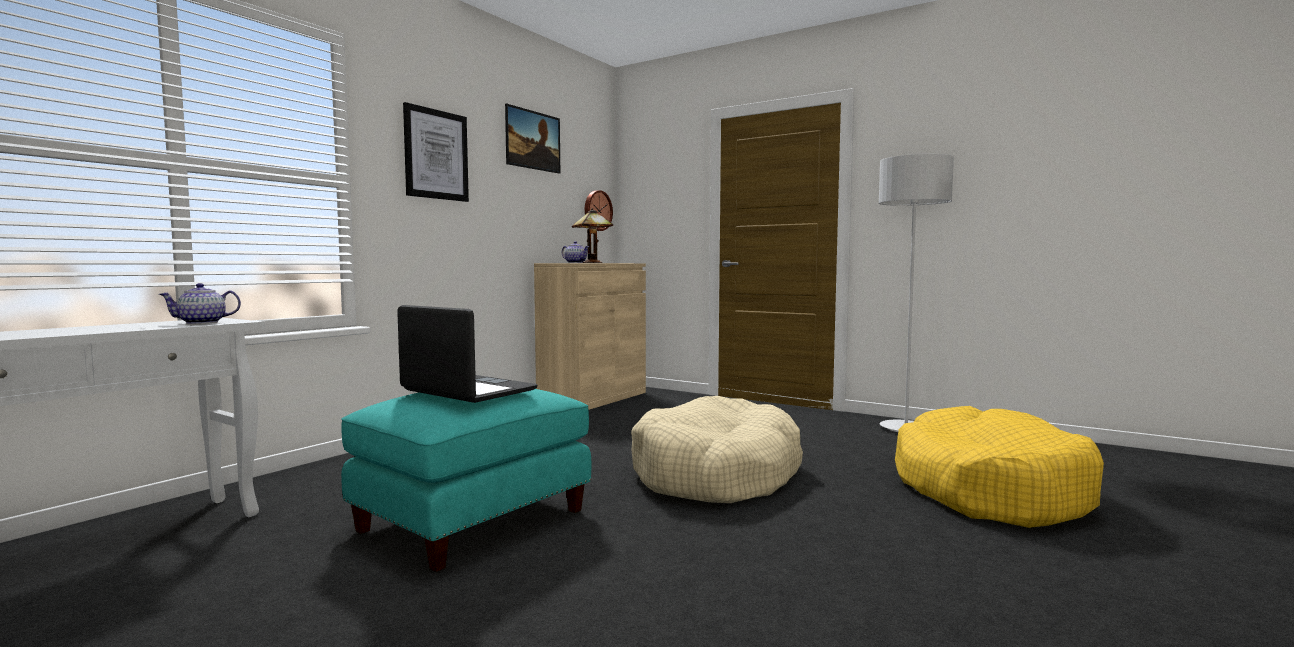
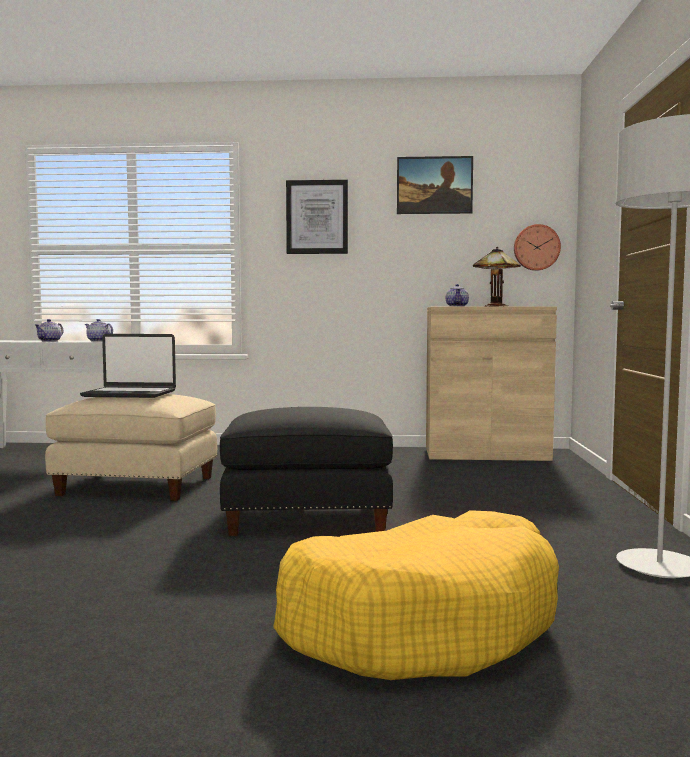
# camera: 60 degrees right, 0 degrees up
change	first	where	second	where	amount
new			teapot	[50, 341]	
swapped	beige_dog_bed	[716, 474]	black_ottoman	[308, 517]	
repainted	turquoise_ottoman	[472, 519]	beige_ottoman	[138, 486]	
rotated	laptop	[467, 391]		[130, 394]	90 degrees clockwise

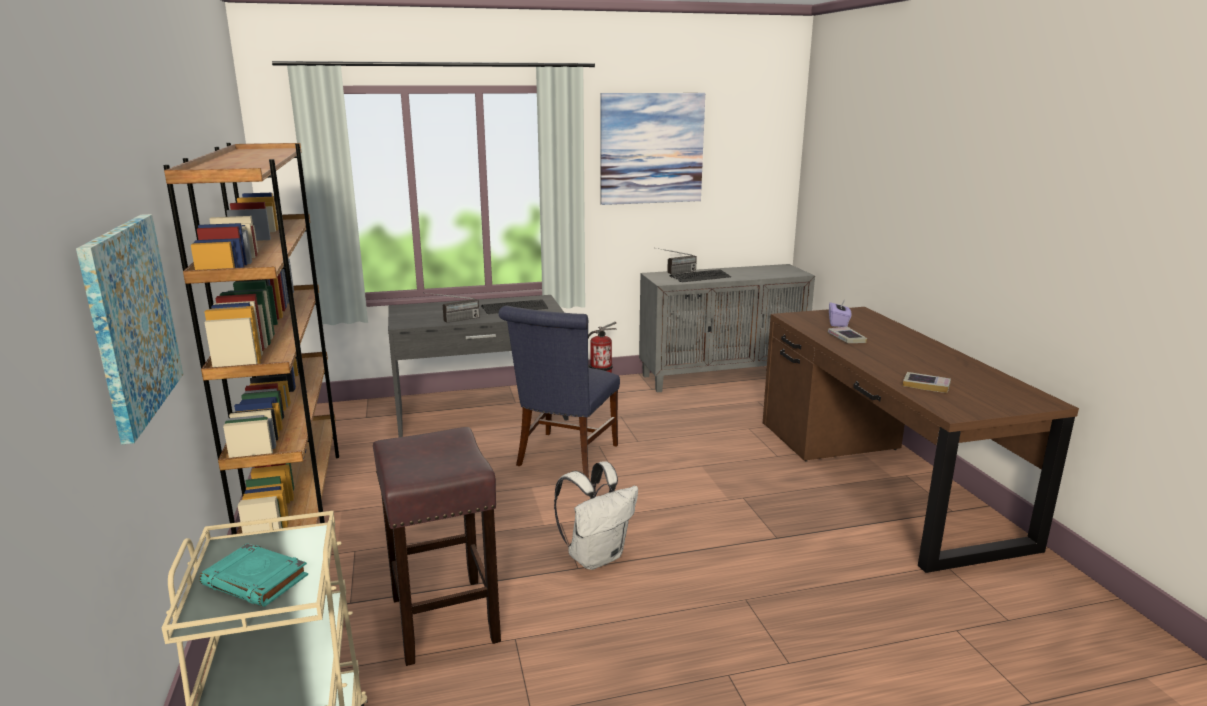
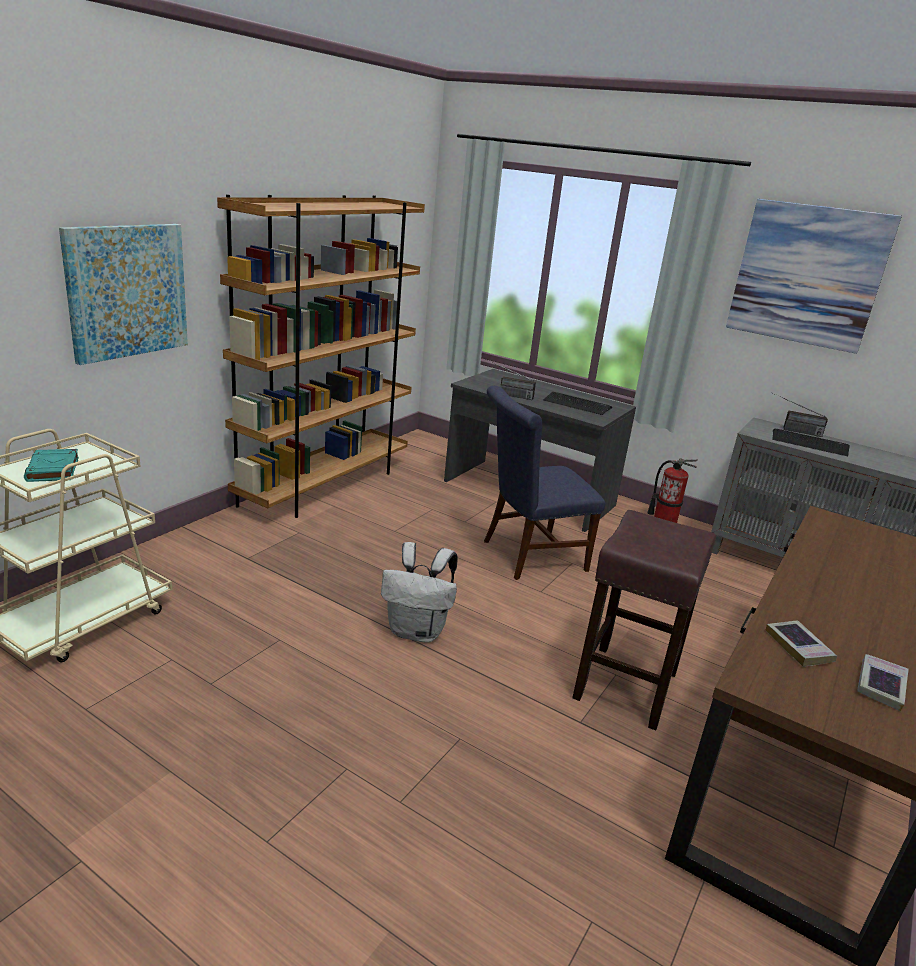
# camera: 45 degrees right, 5 degrees up
change	first	where	second	where	amount
gone	purple_tissue_box	[838, 323]			
shifted	brown_stool	[443, 618]		[626, 684]	
shifted	book	[846, 338]		[880, 685]	

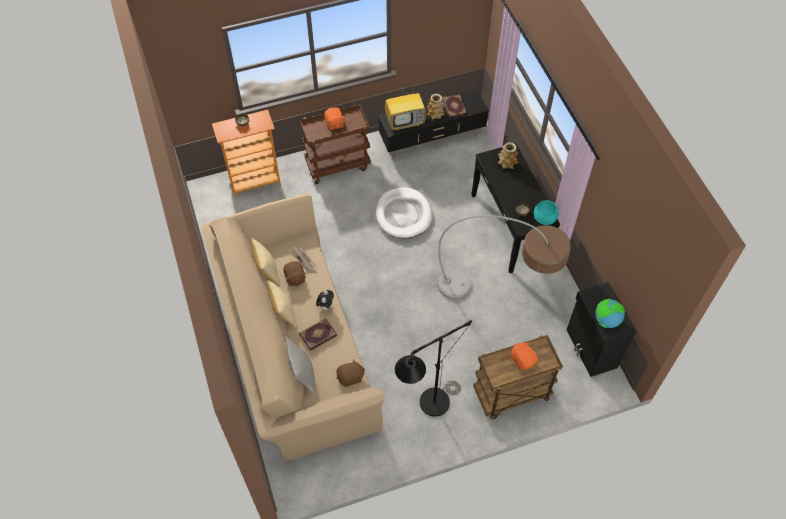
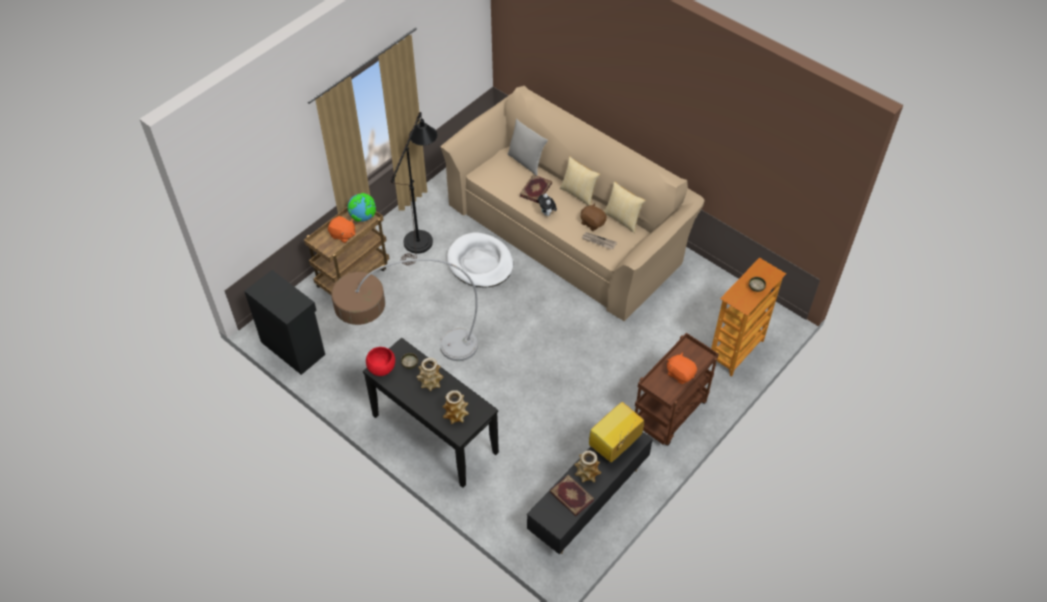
# camera: 150 degrees right, 5 degrees down
change	first	where	second	where	amount
gone	brown_plush_toy	[350, 377]			
new			vase	[430, 382]	
shifted	white_dog_bed	[403, 215]		[480, 263]	
shifted	globe	[606, 320]		[363, 217]	
repainted	turquoise_bowl	[544, 218]	red_bowl	[382, 369]	

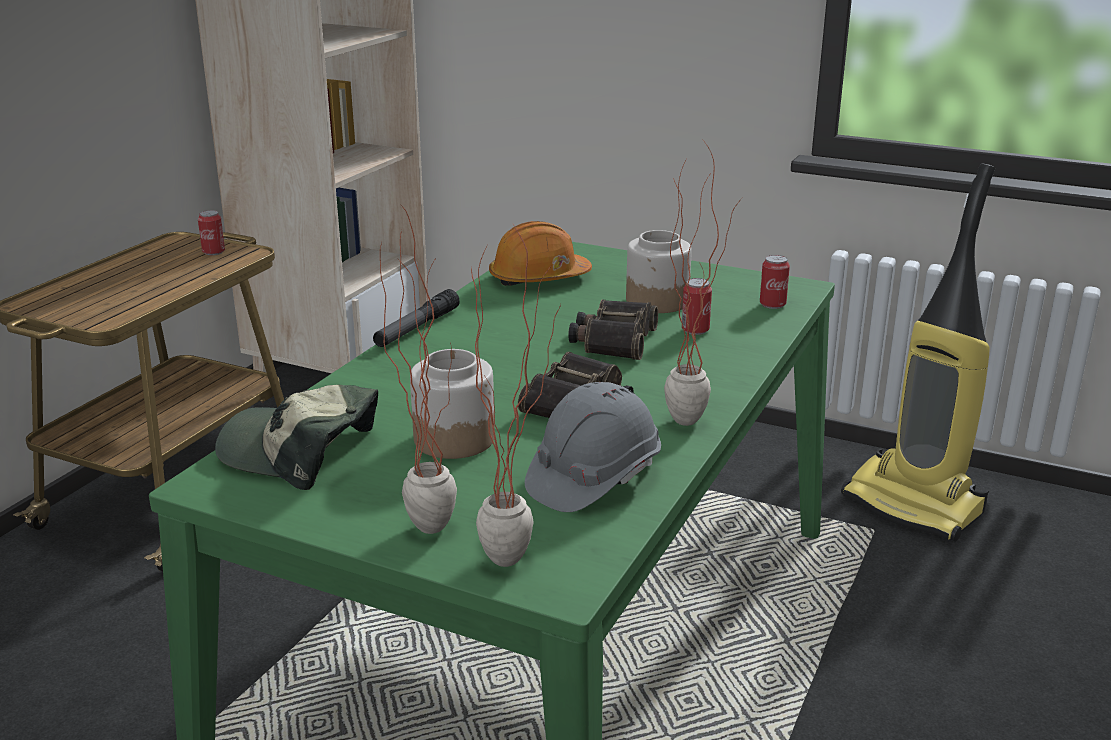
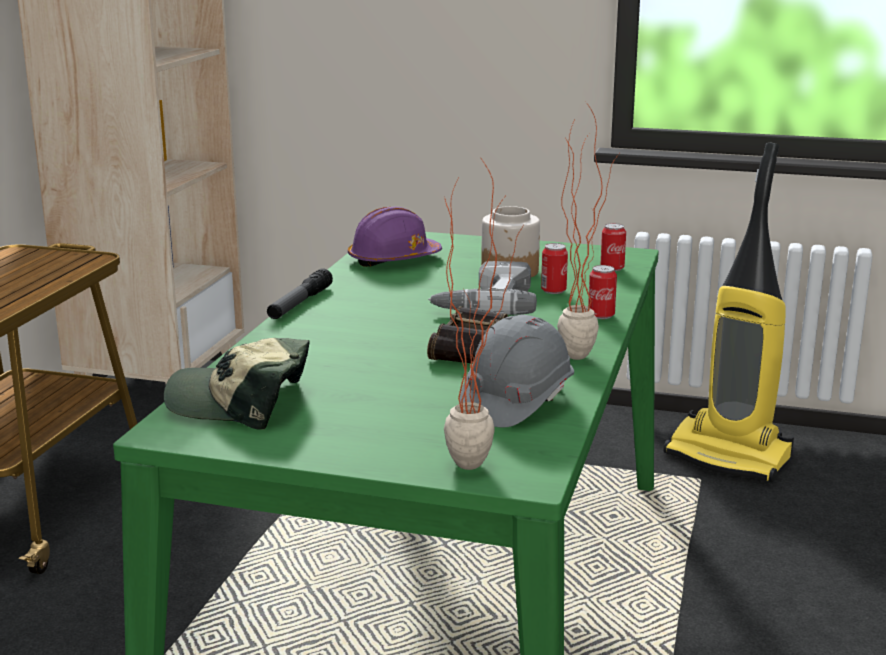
# camera: 10 degrees left, 5 degrees down
change	first	where	second	where	amount
gone	potted_plant	[428, 519]			
gone	jar	[454, 439]			
shifted	can	[213, 252]		[601, 315]	
swapped	binoculars	[613, 340]	power_drill	[484, 302]	
repainted	orange_hard_hat	[538, 278]	purple_hard_hat	[393, 260]	

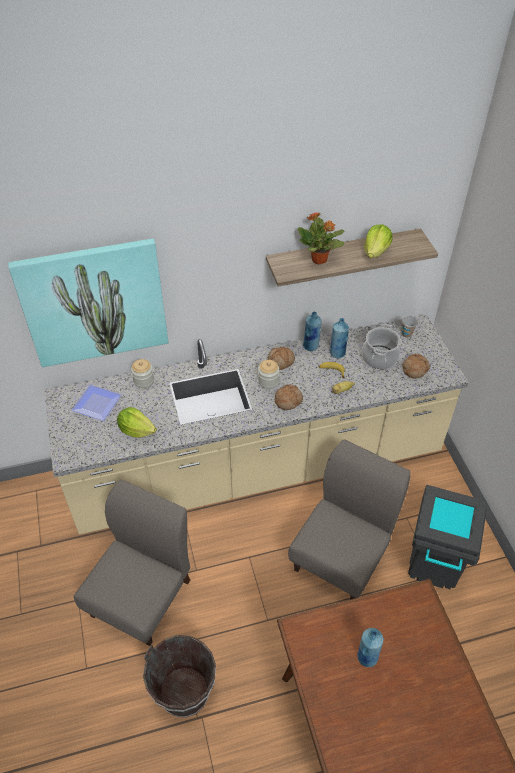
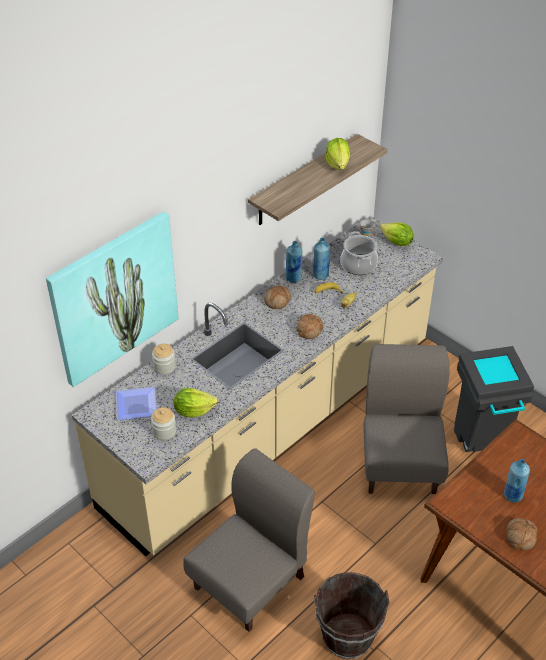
# camera: 30 degrees left, 5 degrees down
change	first	where	second	where	amount
gone	potted_plant	[319, 260]			
new			lettuce	[396, 242]	
shifted	jar	[268, 381]		[164, 431]	
shifted	bread	[414, 369]		[520, 537]	
rotated	grey_chair	[142, 597]		[250, 582]	45 degrees clockwise

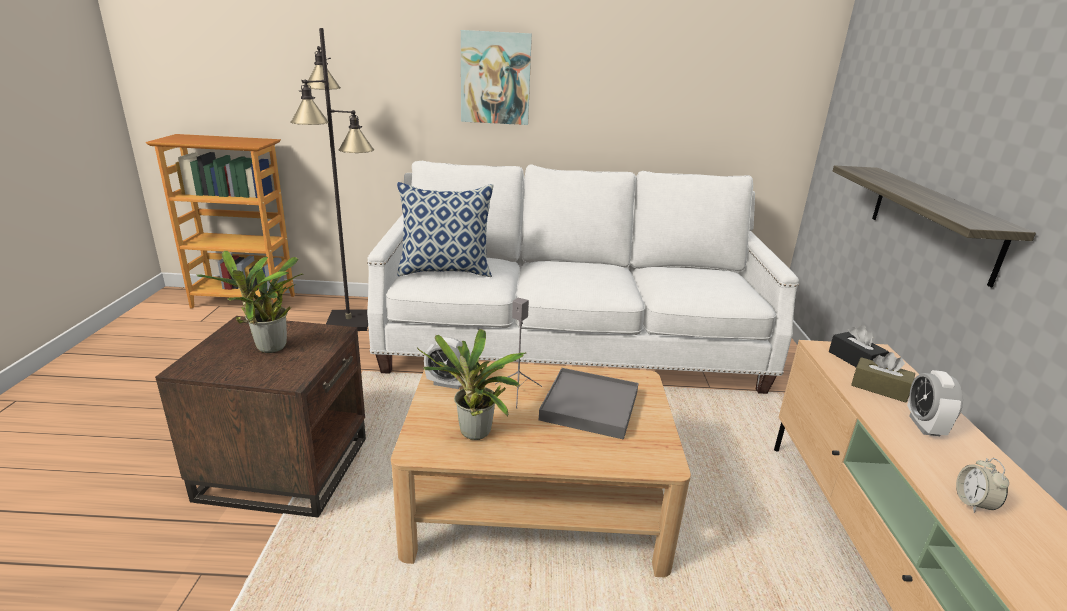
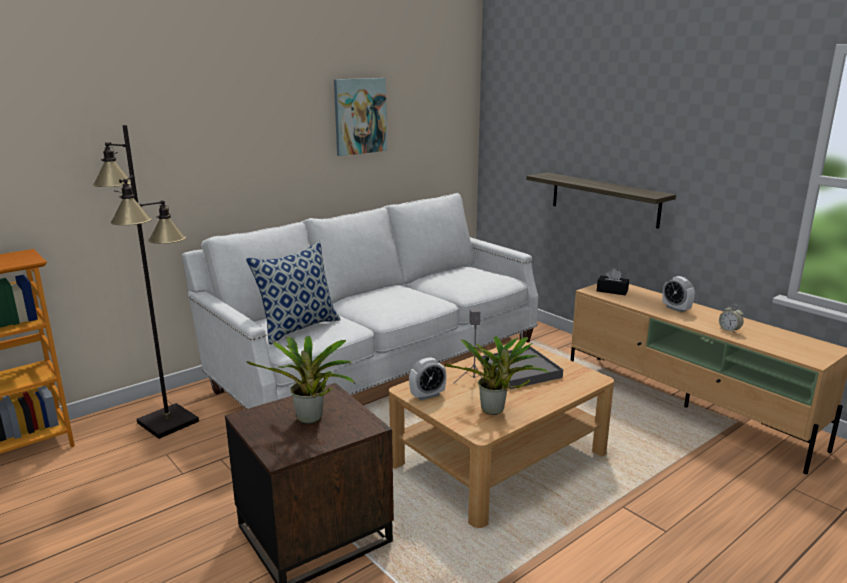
# camera: 40 degrees left, 5 degrees down
change	first	where	second	where	amount
gone	brown_tissue_box	[879, 388]			
shifted	picture	[495, 78]		[360, 116]	

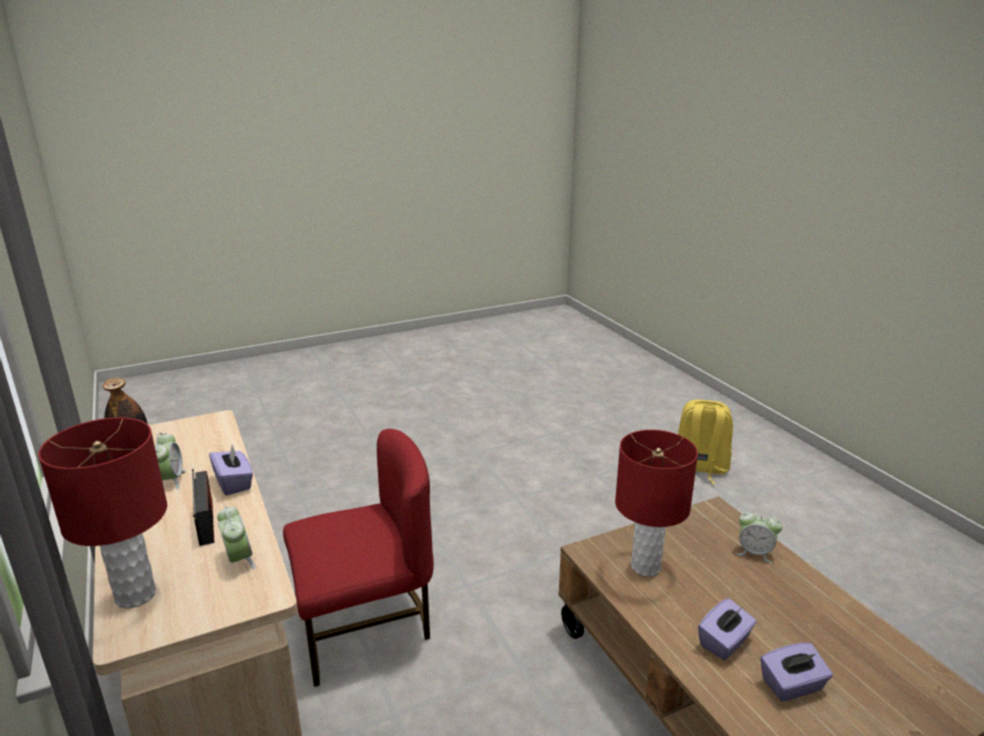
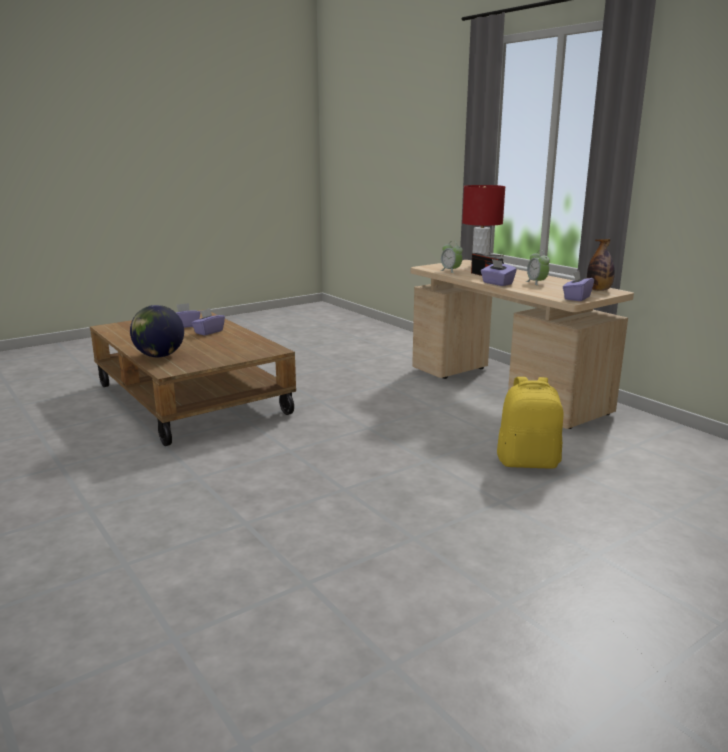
# camera: 170 degrees right, 5 degrees down
change	first	where	second	where	amount
gone	red_chair	[365, 627]			
gone	red_table_lamp	[646, 566]			
new			purple_tissue_box	[576, 298]	
shifted	yellow_backpack	[699, 468]		[528, 462]	
swapped	alarm_clock	[754, 553]	globe	[159, 356]	

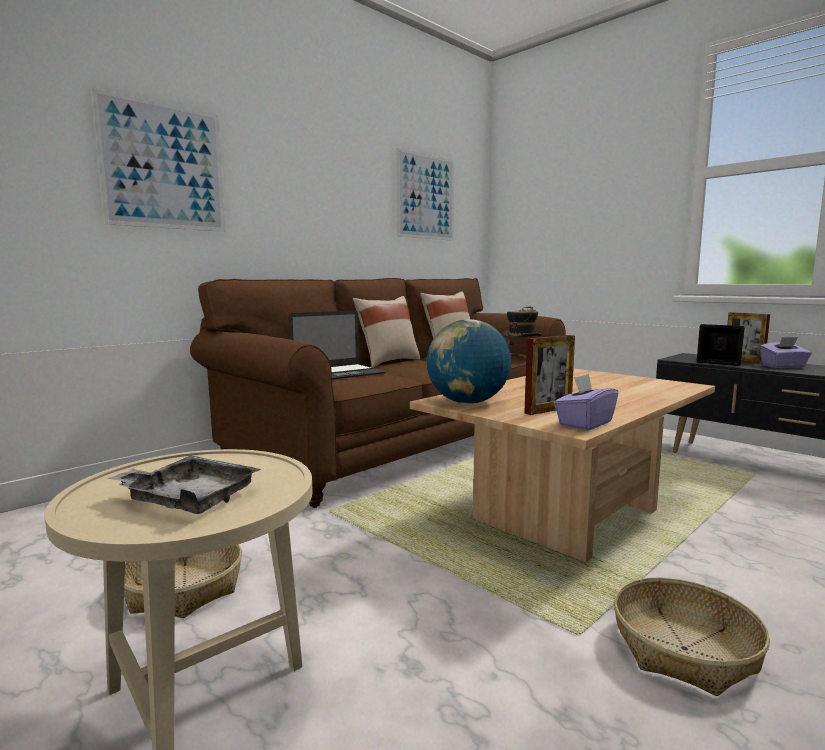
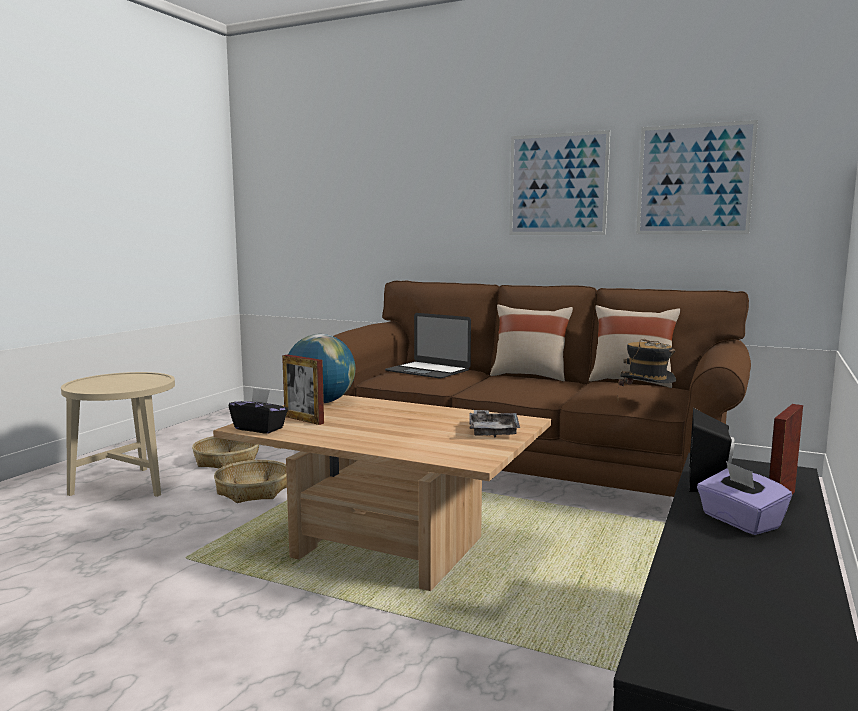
# camera: 70 degrees right, 0 degrees up
change	first	where	second	where	amount
shifted	picture	[163, 166]		[558, 184]	
shifted	grey_tray	[189, 498]		[493, 431]	
shifted	basket	[683, 648]		[253, 490]	
repainted	purple_tissue_box	[584, 424]	black_tissue_box	[259, 428]	

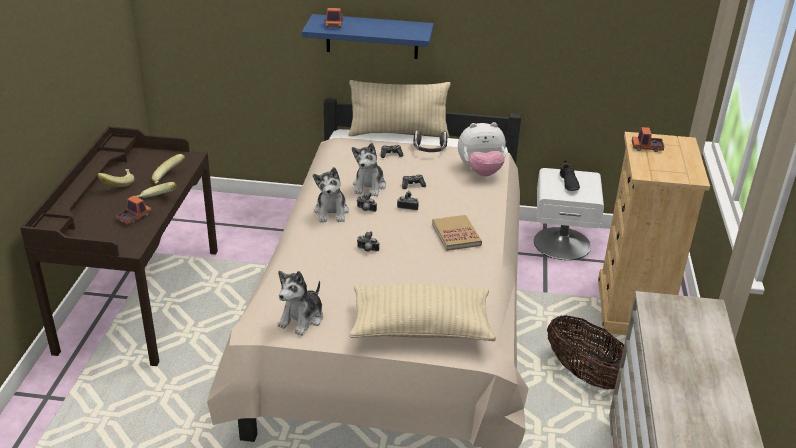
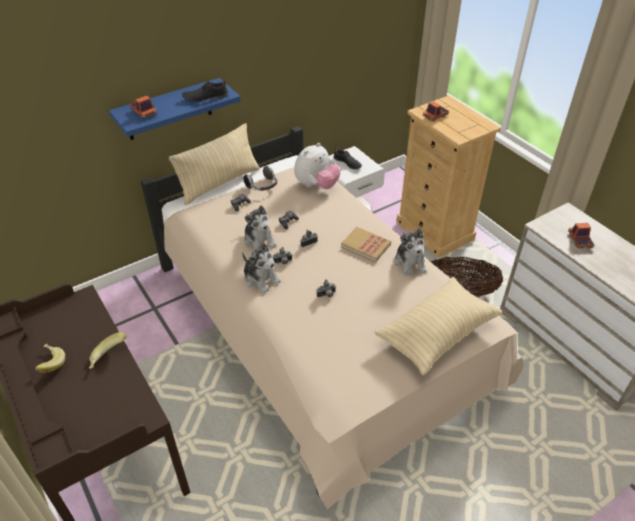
# camera: 40 degrees left, 10 degrees up
change	first	where	second	where	amount
gone	banana	[169, 179]			
new			black_shoe	[205, 97]	
shifted	toy_truck	[134, 217]		[579, 240]	
shifted	plush_toy	[302, 319]		[410, 262]	

